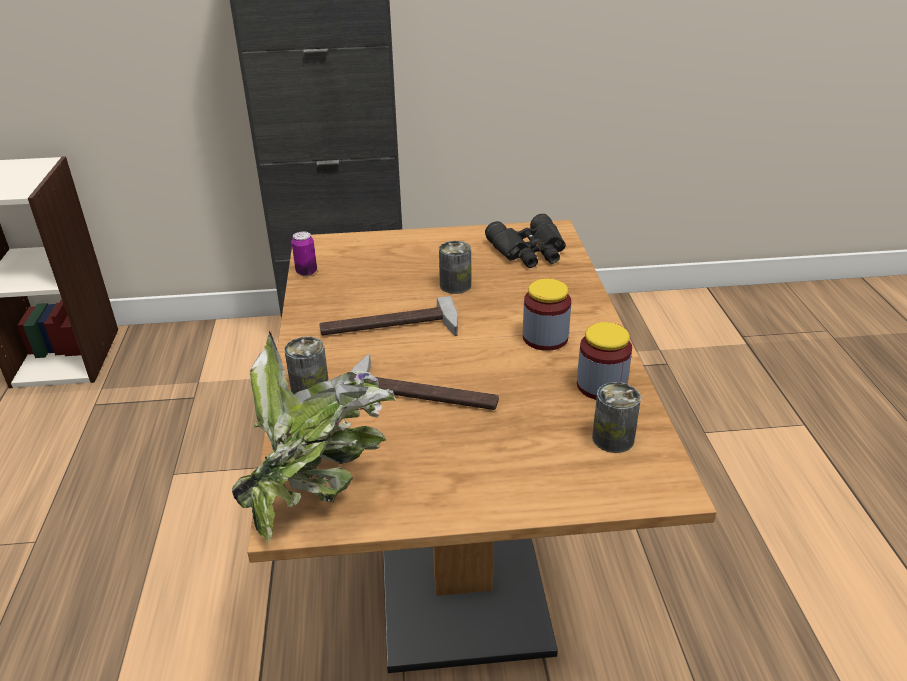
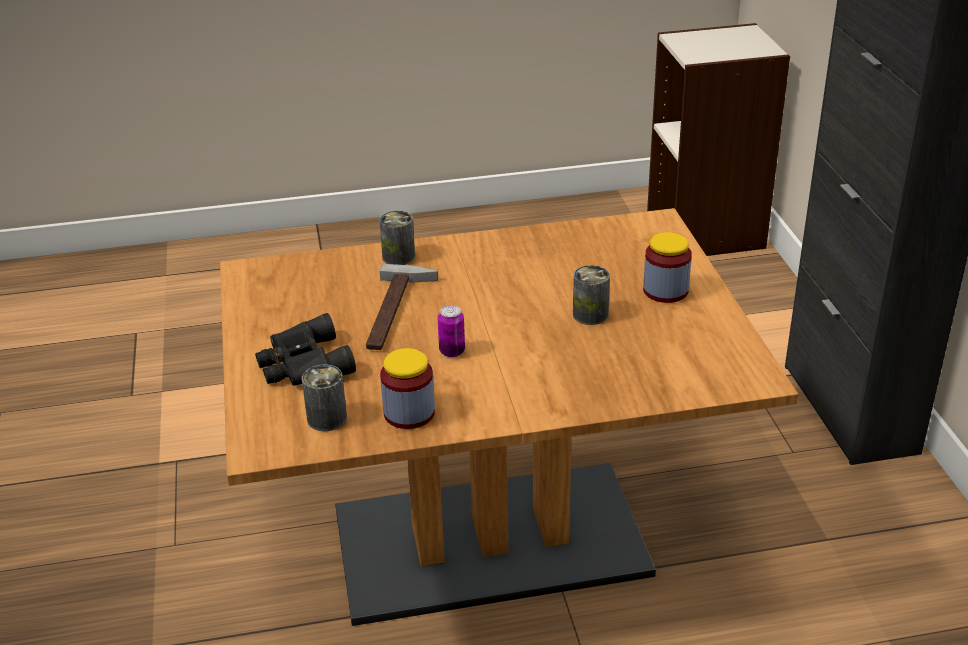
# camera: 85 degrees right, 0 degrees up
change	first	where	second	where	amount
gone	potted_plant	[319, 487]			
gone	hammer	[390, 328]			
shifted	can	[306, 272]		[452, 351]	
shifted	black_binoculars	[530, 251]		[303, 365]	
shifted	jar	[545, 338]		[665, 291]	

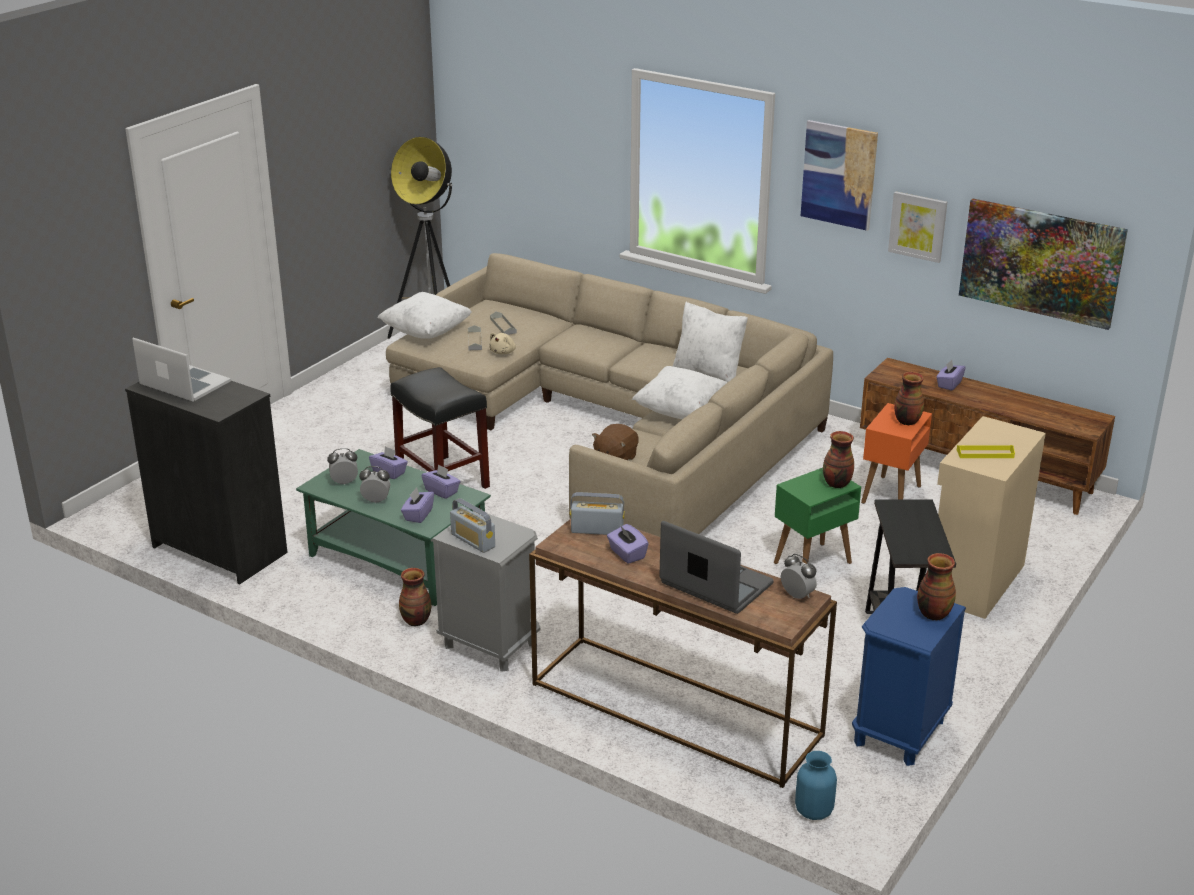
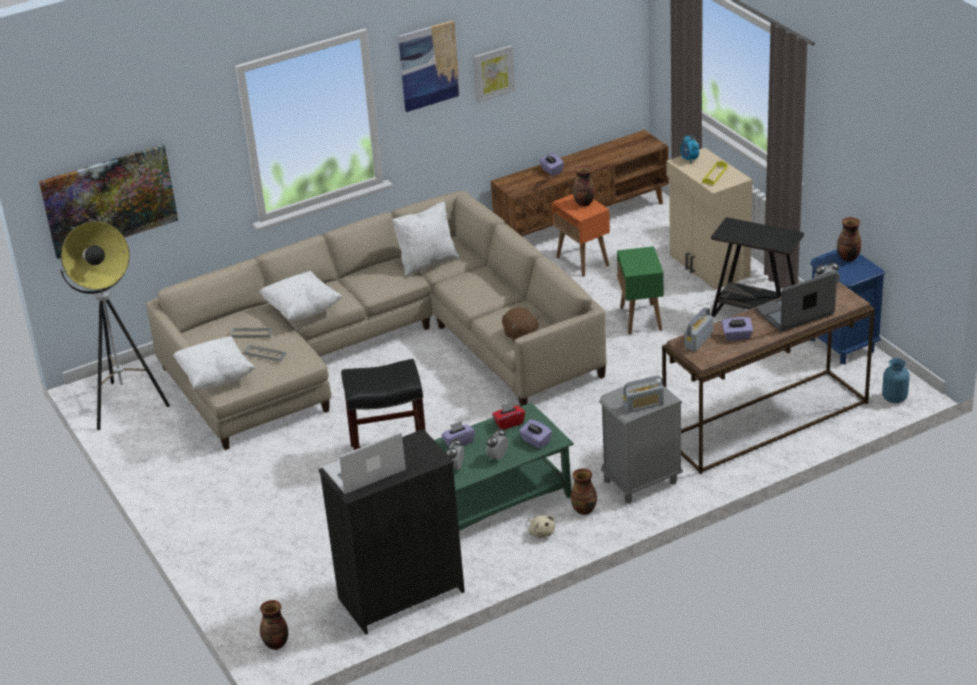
# camera: 60 degrees left, 5 degrees up
change	first	where	second	where	amount
new			alarm_clock	[689, 159]	
shifted	beige_plush_toy	[503, 352]		[541, 532]	
shifted	white_pillow	[681, 411]		[302, 310]	
shifted	vase	[836, 484]		[276, 644]	
shifted	picture	[1040, 262]		[109, 200]	
repainted	purple_tissue_box	[442, 491]	red_tissue_box	[509, 423]	

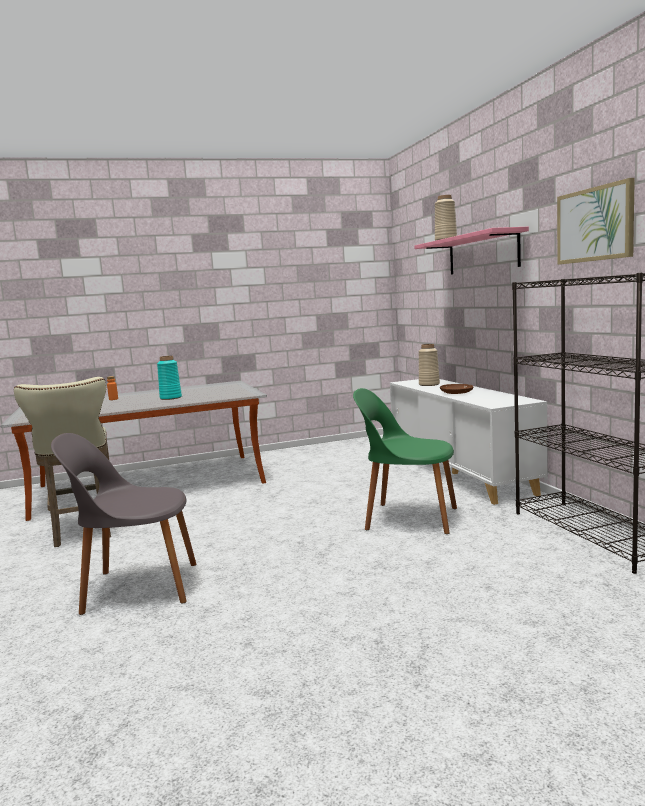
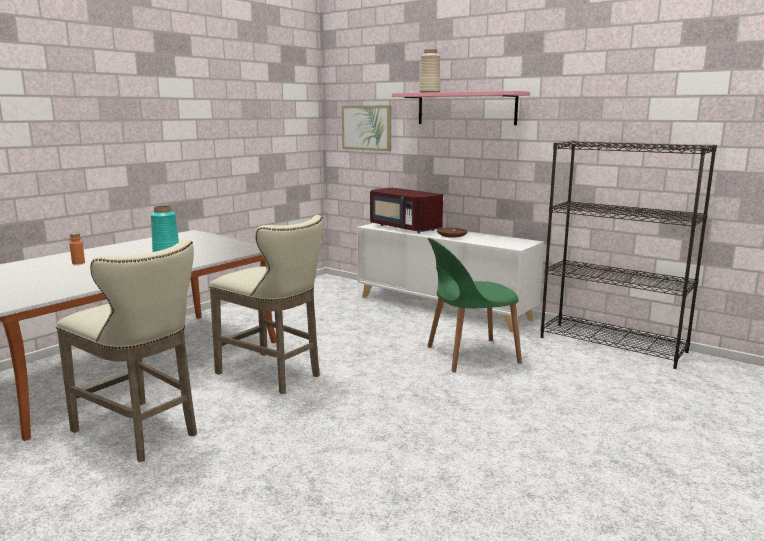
# camera: 35 degrees left, 5 degrees up
change	first	where	second	where	amount
gone	grey_chair	[137, 587]			
new			beige_stool	[273, 375]	
shifted	picture	[595, 224]		[367, 127]	
swapped	beige_vase	[429, 384]	red_microwave	[403, 228]	

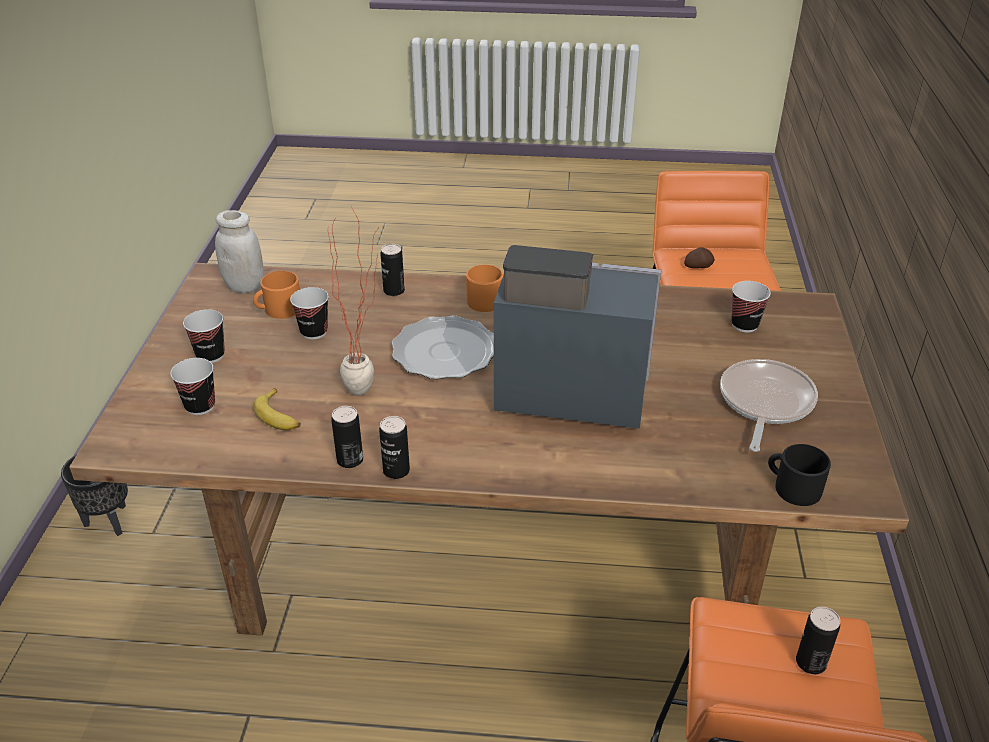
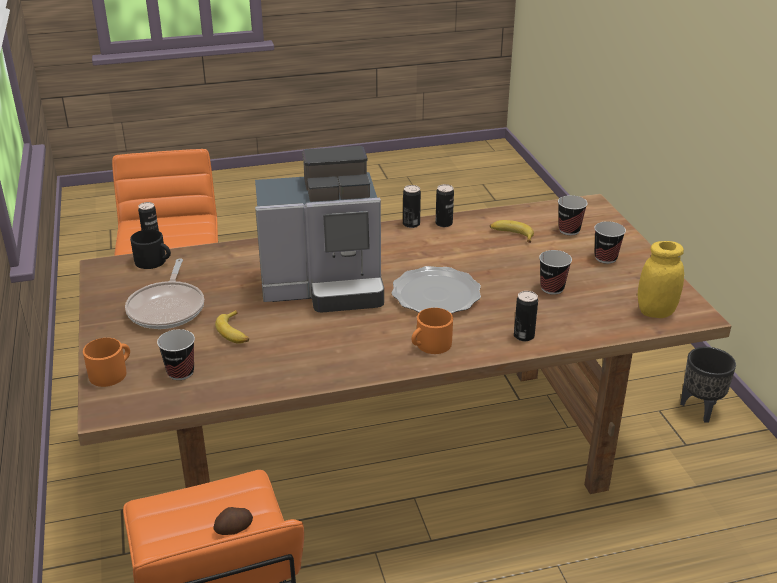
# camera: 160 degrees right, 5 degrees down
change	first	where	second	where	amount
gone	potted_plant	[370, 390]			
new			banana	[235, 332]	
shifted	orange_mug	[278, 309]		[112, 373]	
repainted	white_jar	[245, 286]	yellow_jar	[655, 312]	

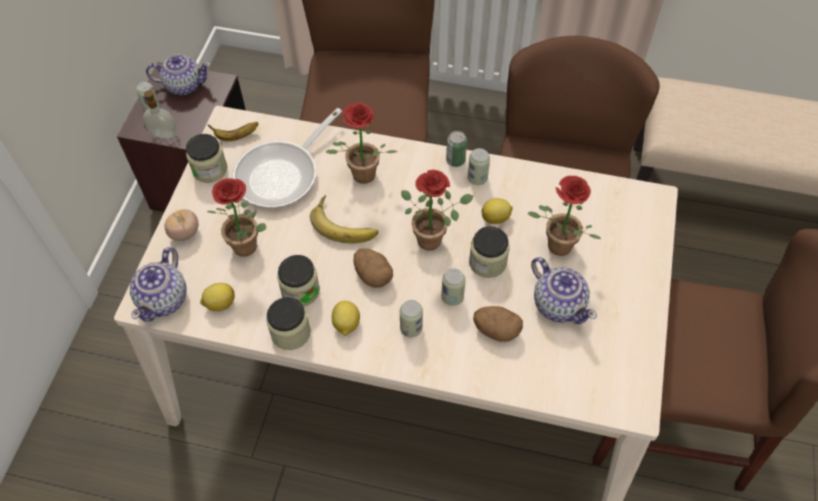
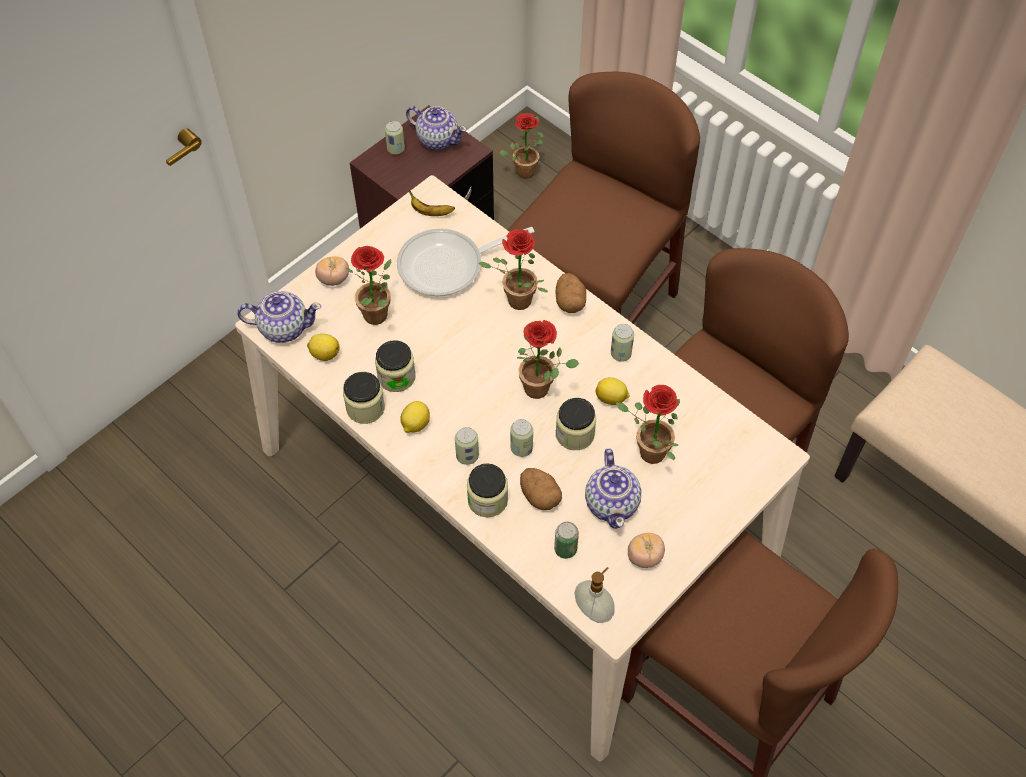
# camera: 30 degrees right, 0 degrees up
change	first	where	second	where	amount
gone	banana	[345, 223]			
new			potted_plant	[525, 169]	
new			tomato	[644, 557]	
shifted	soap_dispenser	[164, 133]		[594, 610]	
shifted	jar	[210, 169]		[487, 500]	
shifted	potato	[373, 275]		[570, 301]	
shifted	can	[455, 160]		[565, 549]	
rotated	teapot	[164, 299]		[283, 327]	135 degrees counterclockwise

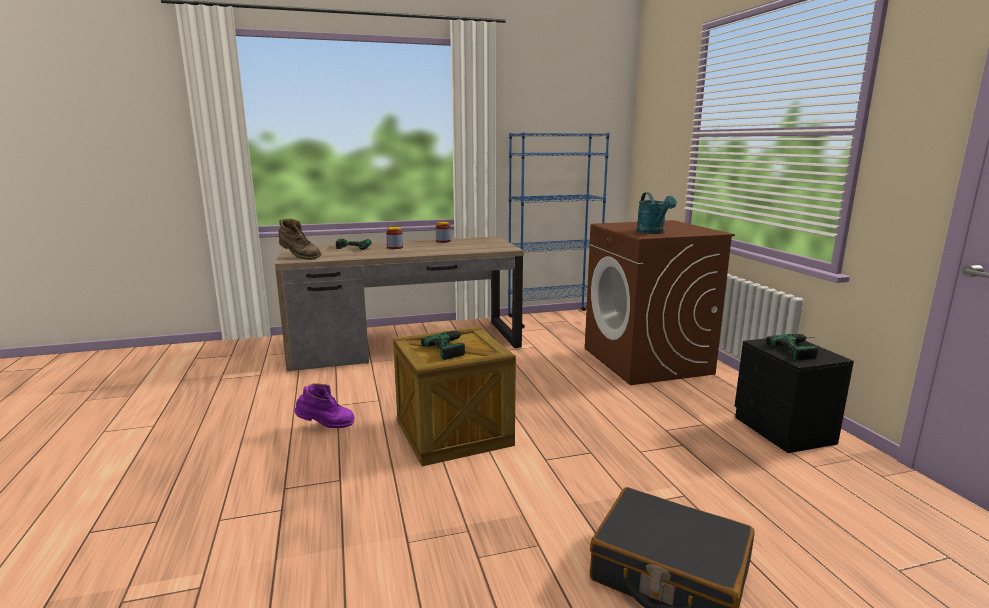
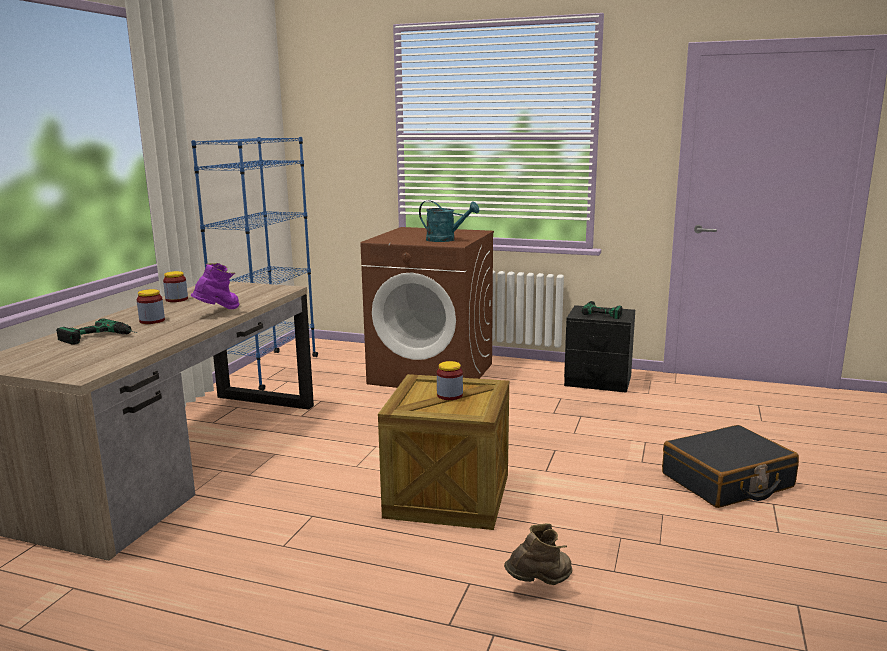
# camera: 55 degrees left, 0 degrees up
change	first	where	second	where	amount
shifted	brown_boot	[299, 257]		[540, 584]	
shifted	purple_boot	[326, 426]		[219, 312]	
swapped	power_drill	[455, 347]	jar	[449, 395]	

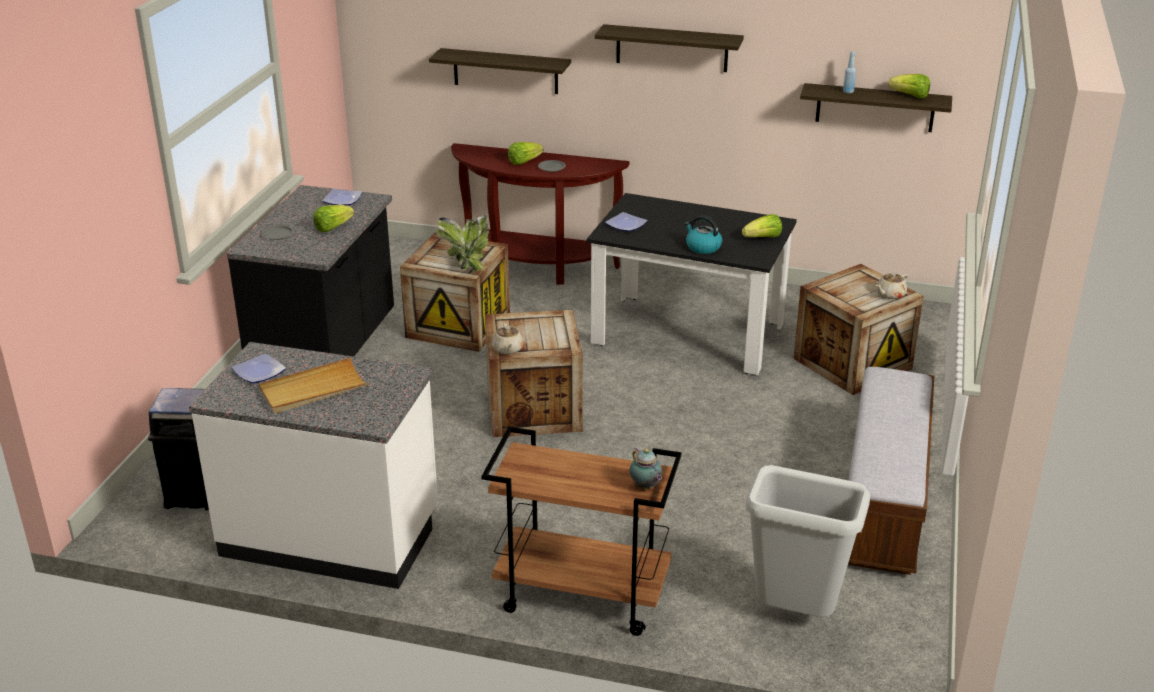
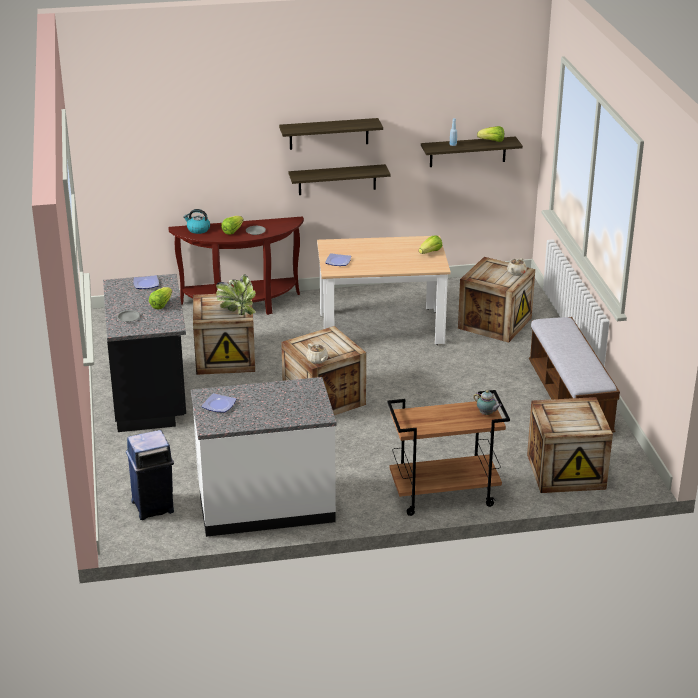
# camera: 25 degrees left, 0 degrees up
change	first	where	second	where	amount
gone	beige_tray	[313, 390]			
shifted	shelf	[505, 71]		[337, 179]	
shifted	kettle	[702, 247]		[198, 229]	
swapped	grey_trash_can	[796, 614]	crate	[566, 471]	
repainted	black_dining_table	[688, 334]	beige_dining_table	[381, 328]	

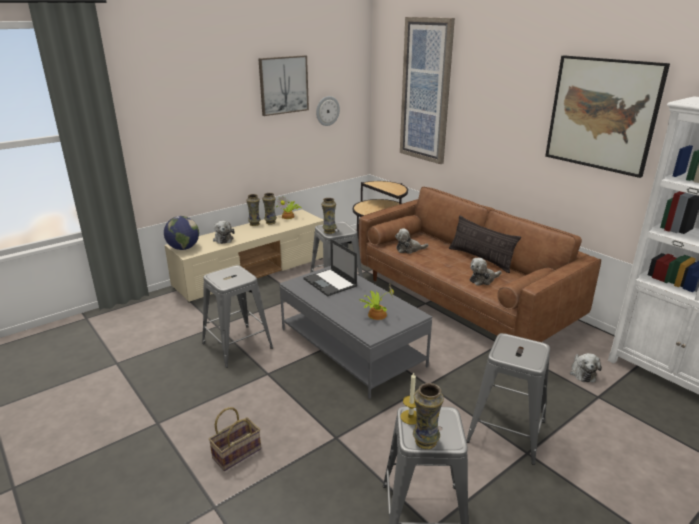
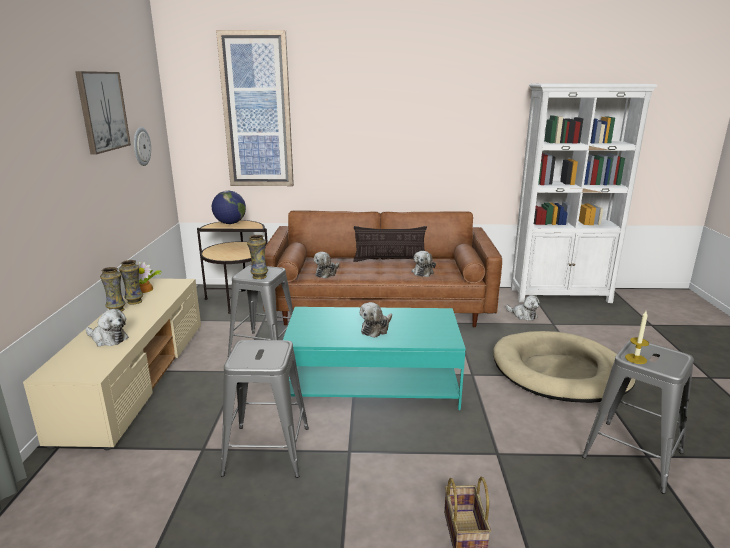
# camera: 50 degrees left, 5 degrees down
change	first	where	second	where	amount
gone	laptop	[330, 283]			
gone	potted_plant	[376, 314]			
gone	vase	[425, 441]			
gone	picture	[602, 114]			
new			plush_toy	[376, 329]	
shifted	globe	[183, 248]		[230, 223]	
swapped	grey_stool	[506, 431]	beige_dog_bed	[560, 371]	
repainted	grey_coffee_table	[351, 347]	turquoise_coffee_table	[373, 383]	

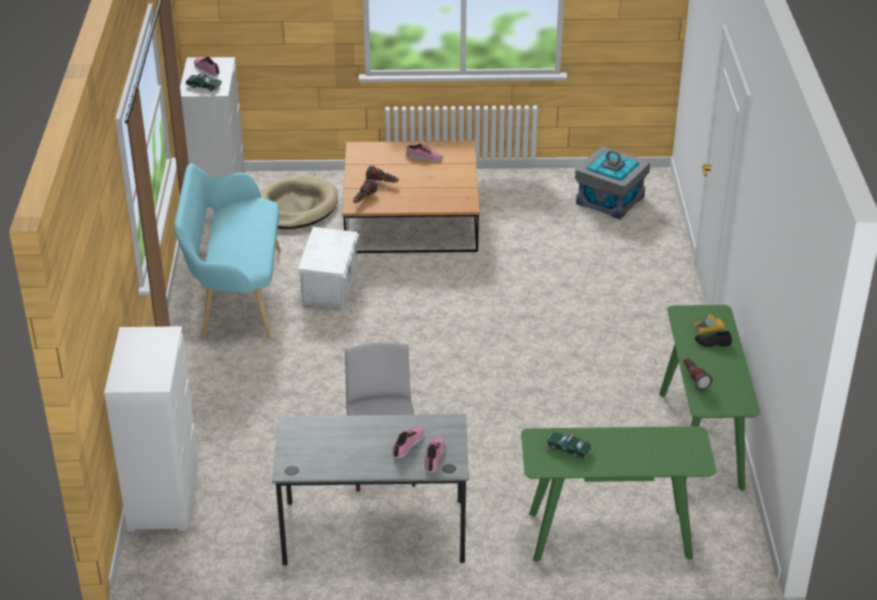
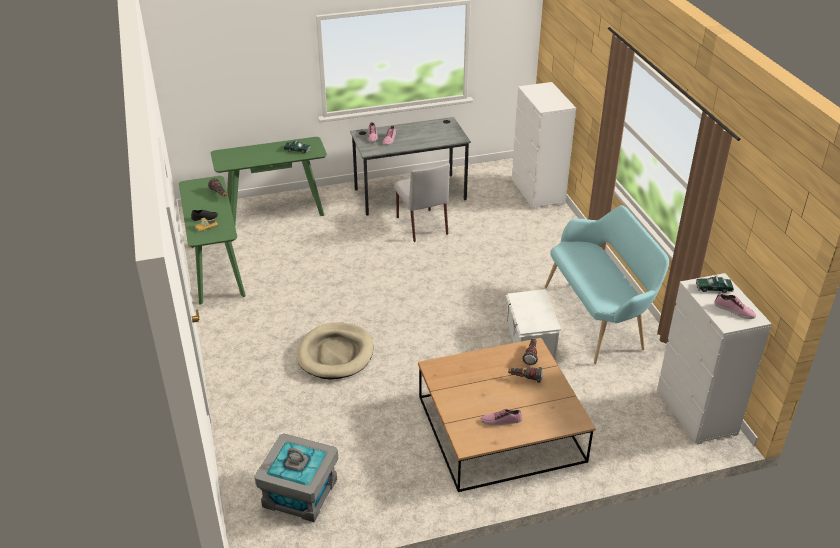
# camera: 165 degrees right, 0 degrees up
change	first	where	second	where	amount
shifted	beige_dog_bed	[295, 207]		[335, 354]	

